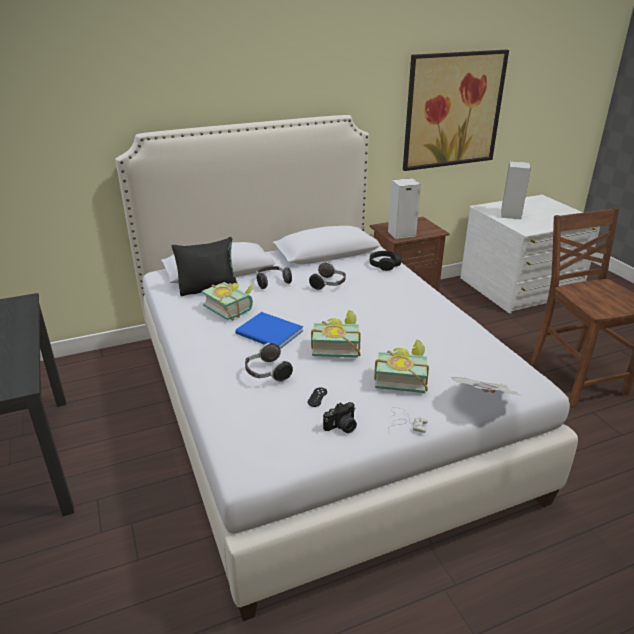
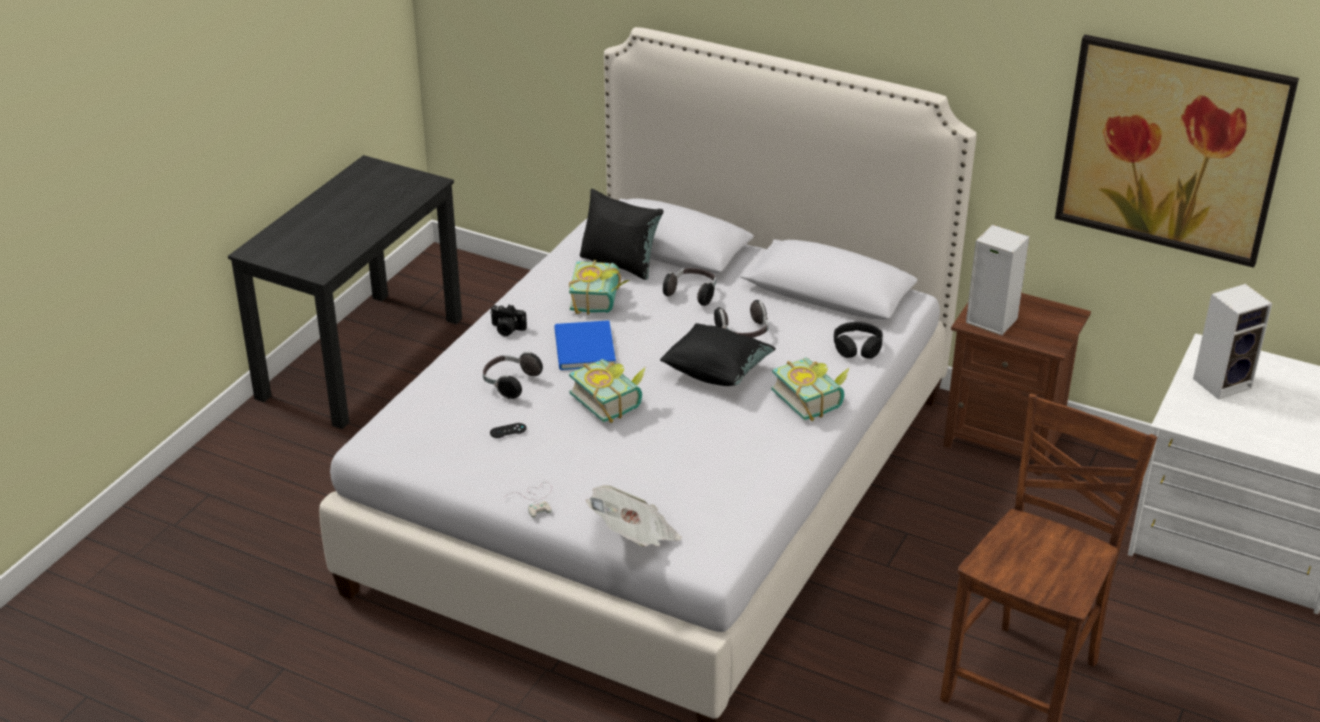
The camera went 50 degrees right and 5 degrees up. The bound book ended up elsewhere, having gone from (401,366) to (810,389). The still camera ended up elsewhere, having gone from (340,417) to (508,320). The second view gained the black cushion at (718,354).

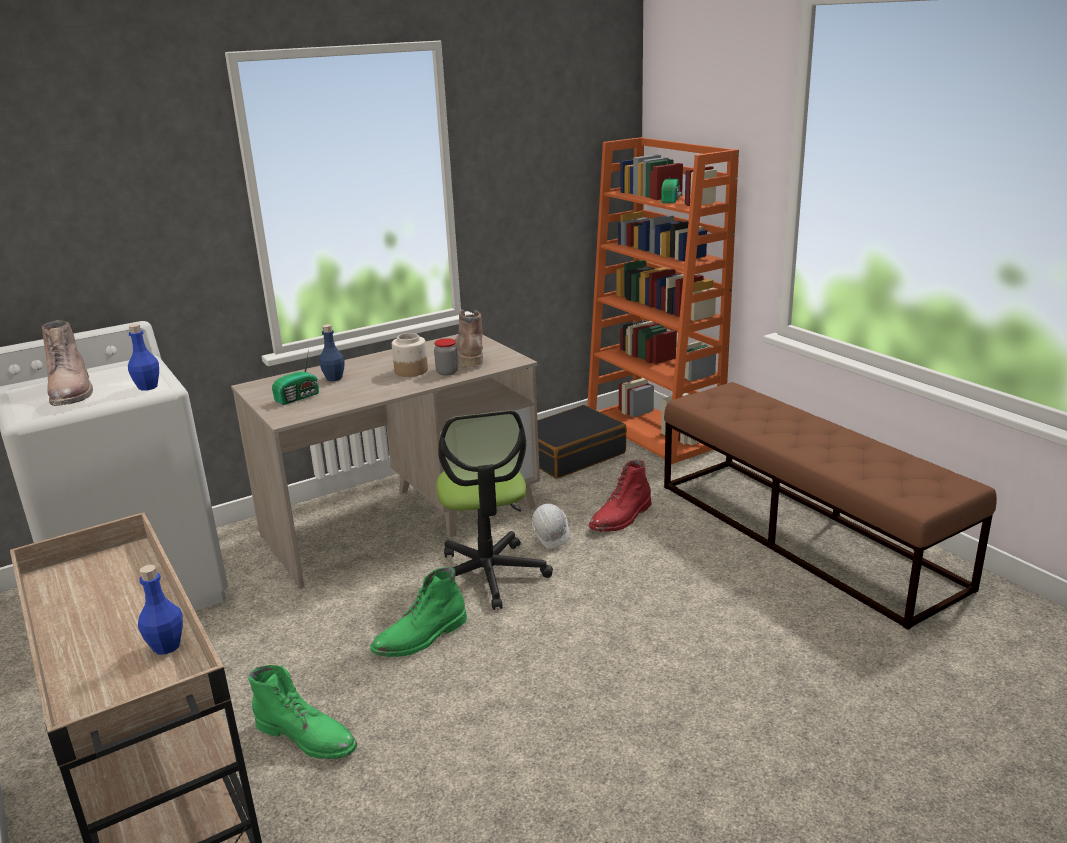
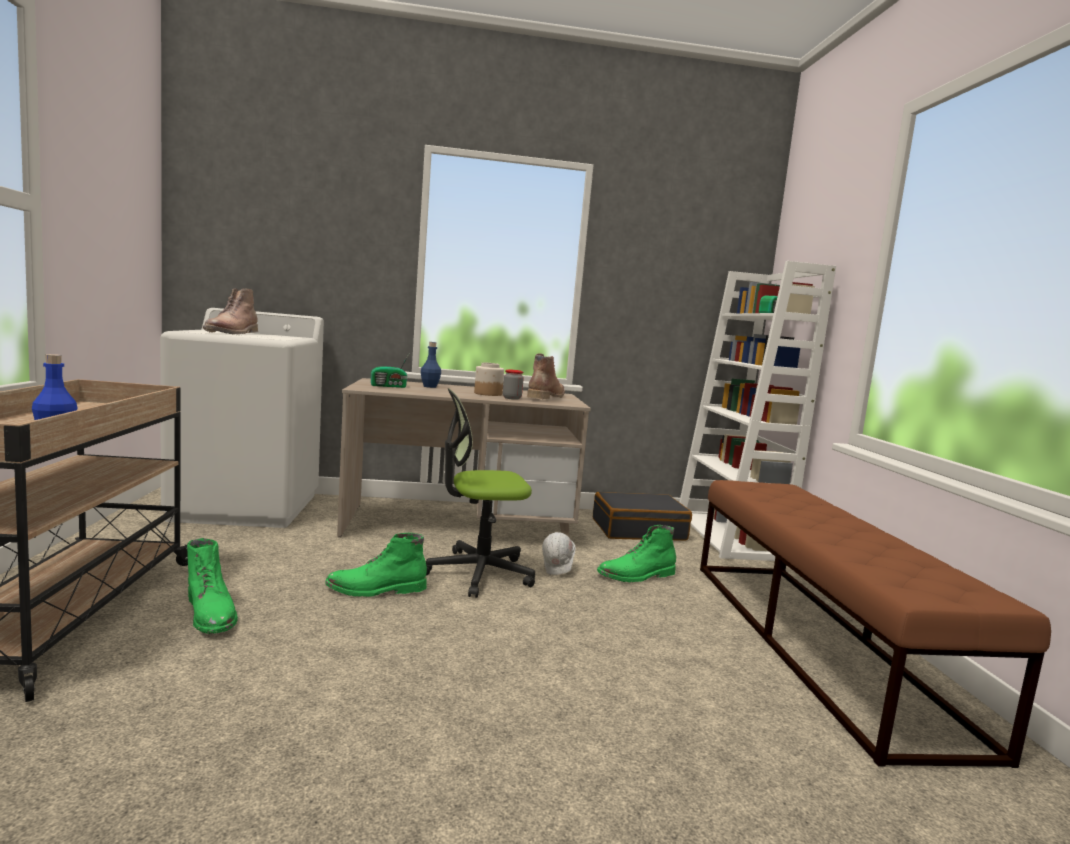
The camera went 25 degrees right and 15 degrees down. What was the orangey bookshelf at (663,300) turned into the white bookshelf at (757,411). The second view lost the blue-coloured bottle at (143,357). The computer chair at (494,510) ended up facing another way, 60 degrees clockwise from before. What was the reddish high-top boot at (620,495) turned into the greenish high-top boot at (636,553).

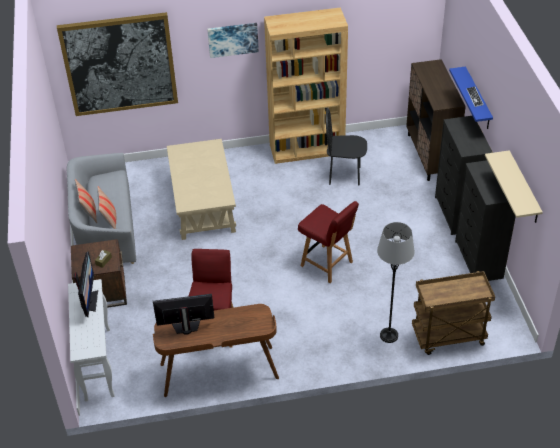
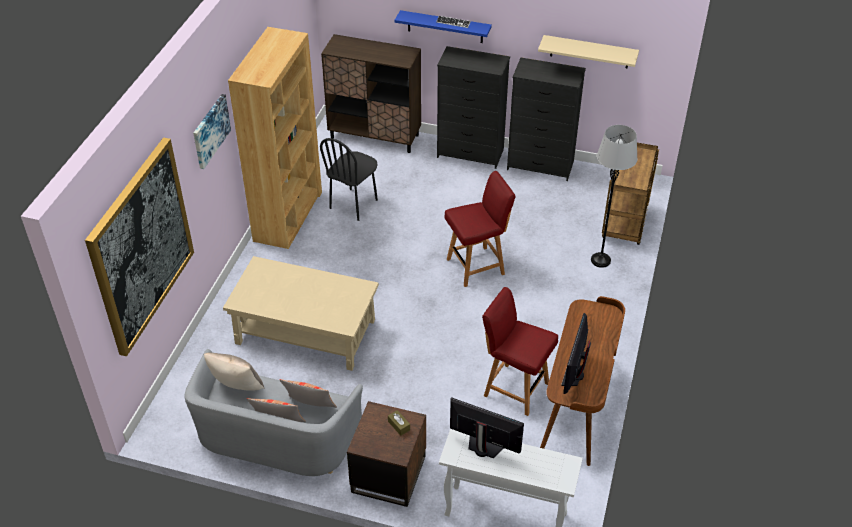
The camera went 65 degrees left and 0 degrees up. The second view gained the beige-coloured cushion at (234,372).

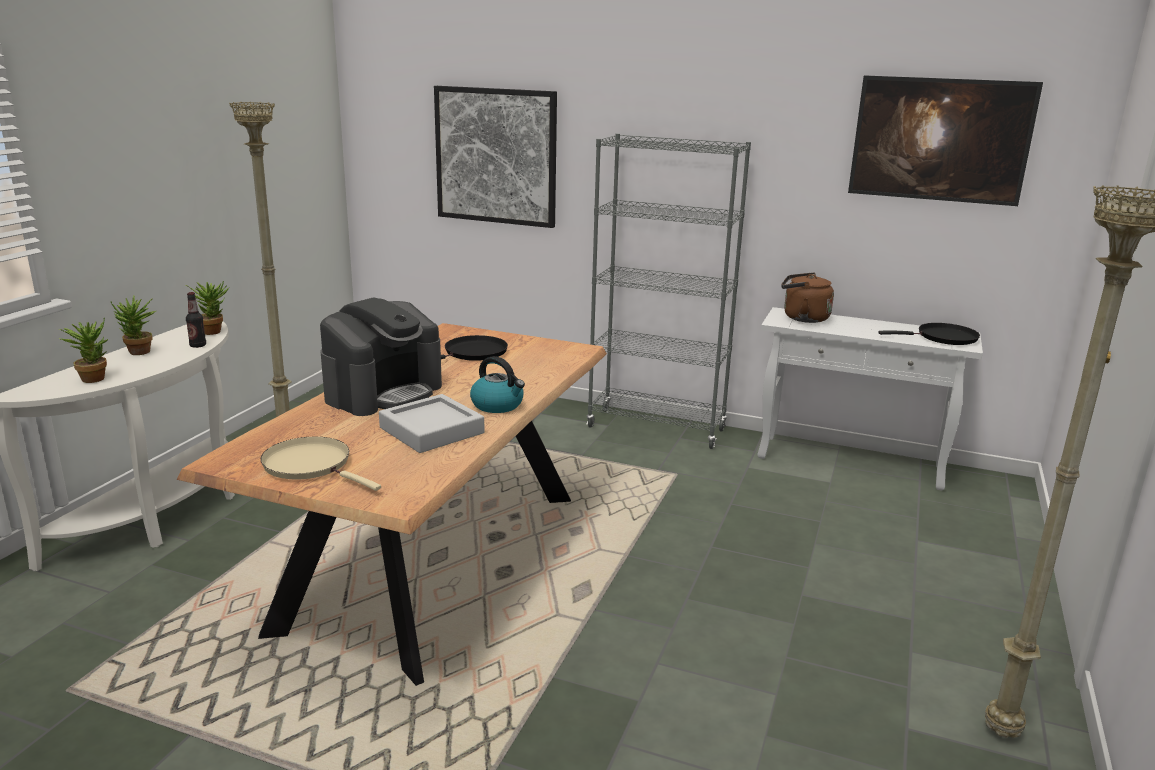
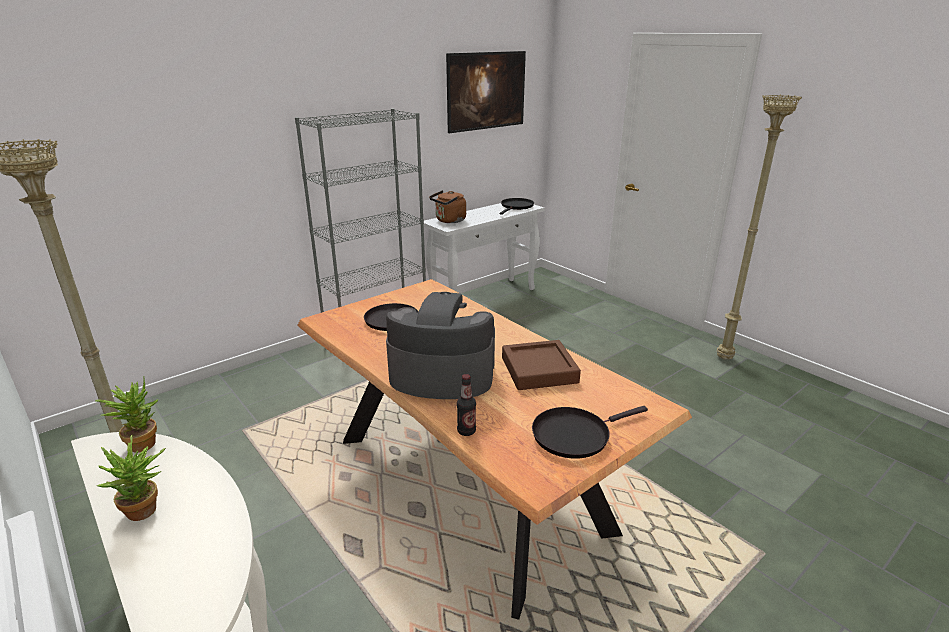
The camera went 60 degrees left and 5 degrees up. The second view lost the picture at (495,157). The bottle ended up elsewhere, having gone from (196,320) to (466,405). The coffee machine at (381,357) ended up facing another way, 60 degrees counterclockwise from before. The second view lost the potted plant at (83,350). The second view lost the kettle at (497,384). What was the gray tray at (431,423) turned into the brown-coloured tray at (541,365). What was the beige-coloured frying pan at (320,464) turned into the black frying pan at (590,432).

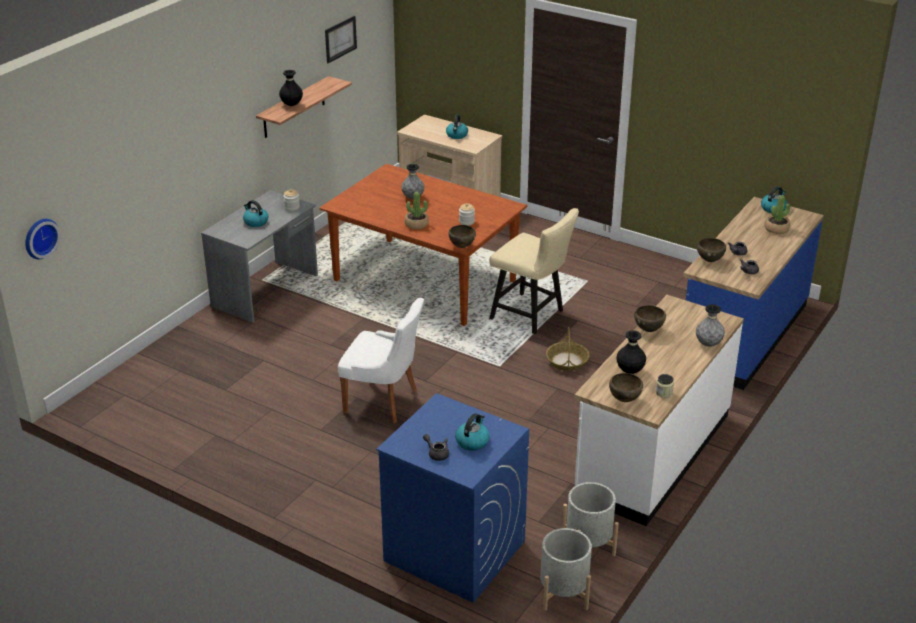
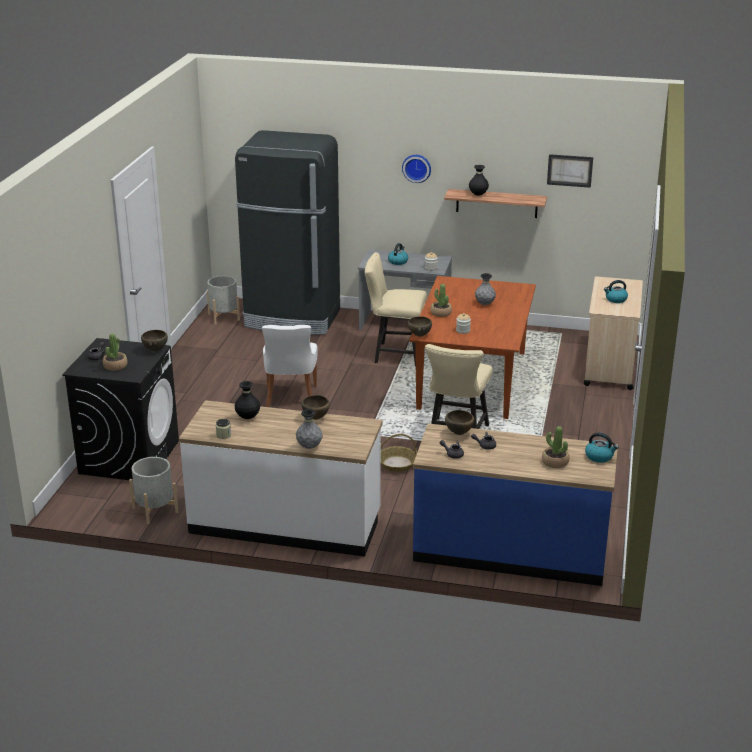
The camera went 70 degrees right and 5 degrees down. The clock on the wall ended up elsewhere, having gone from (42,239) to (416,169). The brown-coloured serving bowl ended up elsewhere, having gone from (626,387) to (154,340). What was the blue-coloured laundry appliance at (452,498) turned into the black laundry appliance at (120,409). Where the kettle stood at (472,432), the potted plant came to stand at (115,352). The gray flower pot ended up elsewhere, having gone from (566,569) to (223,300). The second view gained the black fridge at (287,232). The second view gained the beige-coloured upright chair at (396,309).

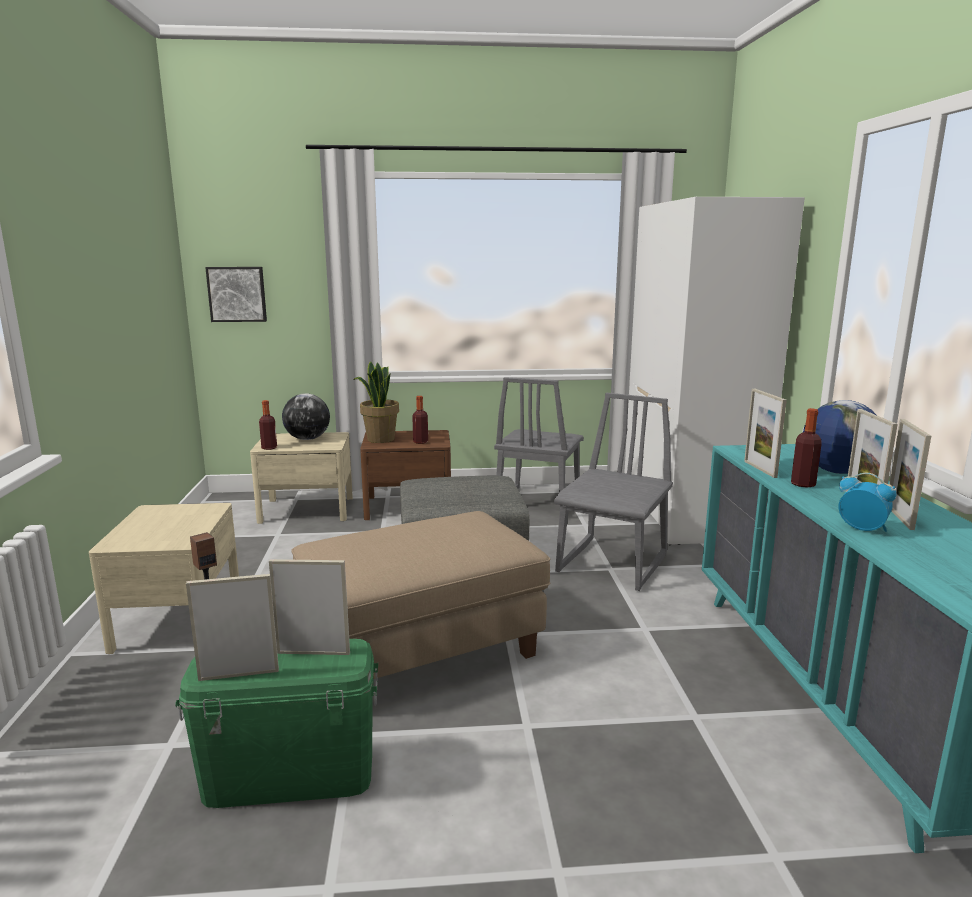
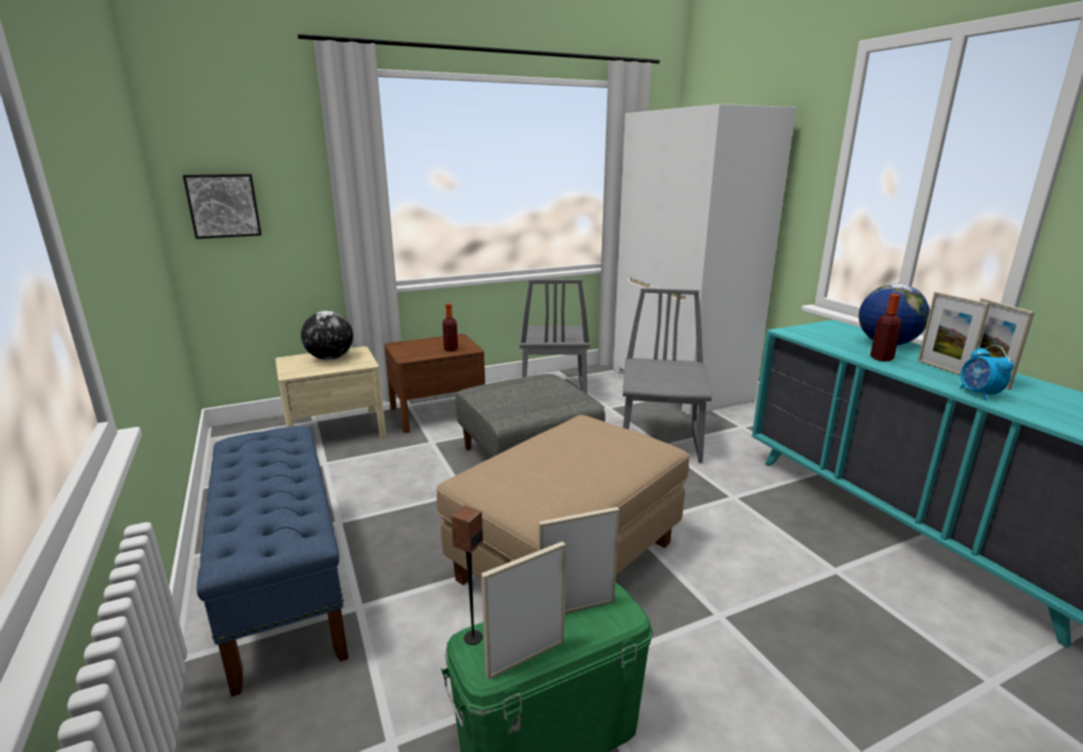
The camera went 20 degrees left and 5 degrees up. The second view lost the potted plant at (376,402). The second view lost the standing frame at (765,433). The second view lost the bottle at (268,425). The table clock at (867,502) ended up facing another way, 120 degrees counterclockwise from before. Where the beige-coloured bedside table stood at (164,578), the blue-coloured bench came to stand at (273,561).

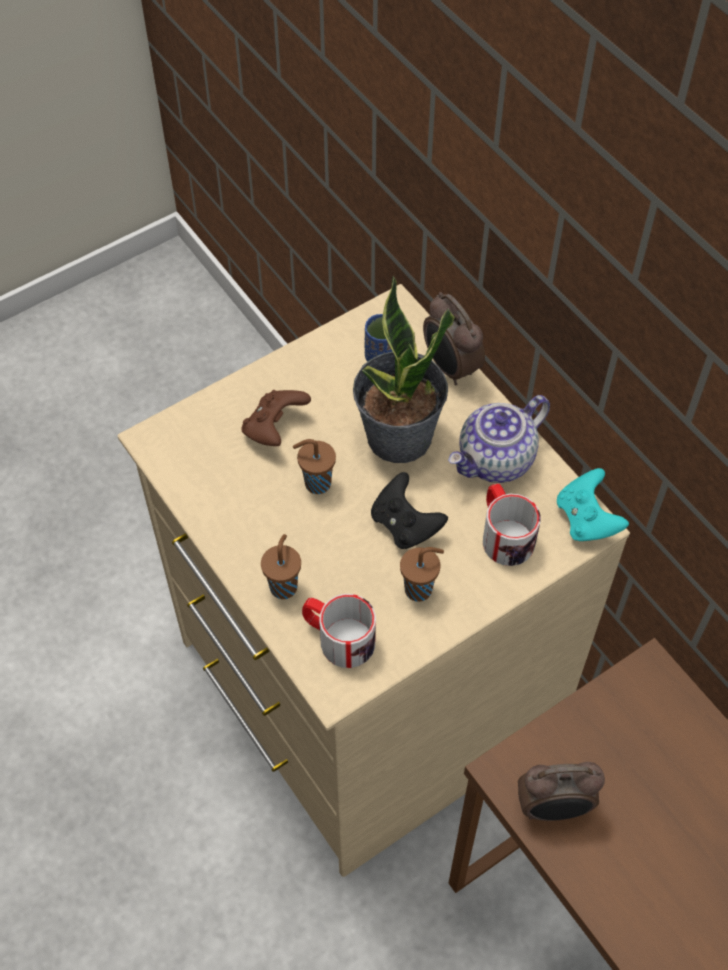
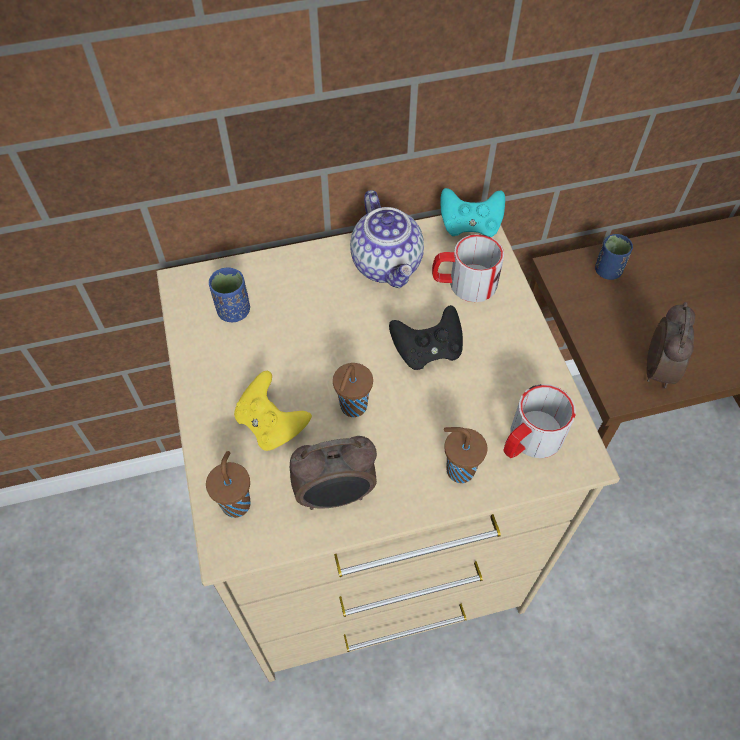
The camera went 70 degrees left and 0 degrees up. The second view lost the potted plant at (404,369). The table clock ended up elsewhere, having gone from (454,338) to (333,473). What was the brown-coloured joypad at (276,418) turned into the yellowish joypad at (273,411). The brown-coloured small cup ended up elsewhere, having gone from (422,574) to (228,484). The second view gained the blue-coloured small cup at (614,257).

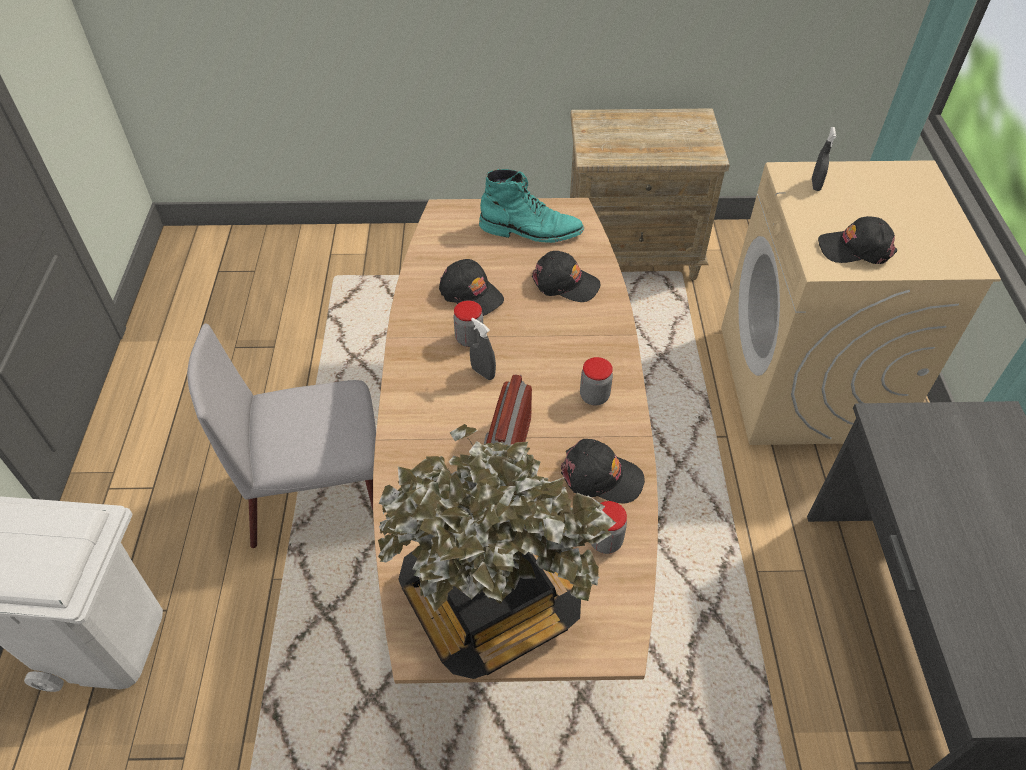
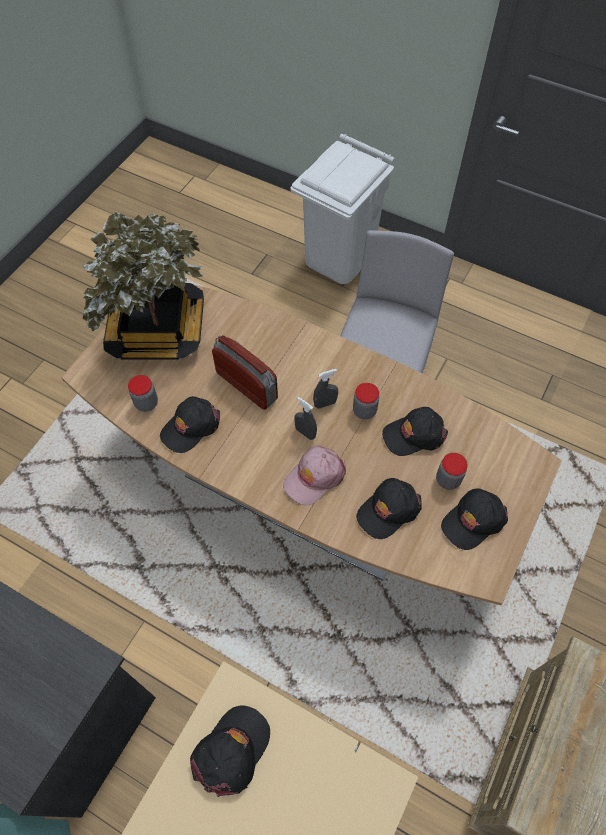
The camera went 120 degrees right and 10 degrees up. The gray hand sprayer ended up elsewhere, having gone from (824,159) to (305,418). Where the turquoise high-top boot stood at (531,206), the black baseball cap came to stand at (474,519). The storage jar ended up elsewhere, having gone from (596,381) to (452,471). The second view gained the pink baseball cap at (314,475).

